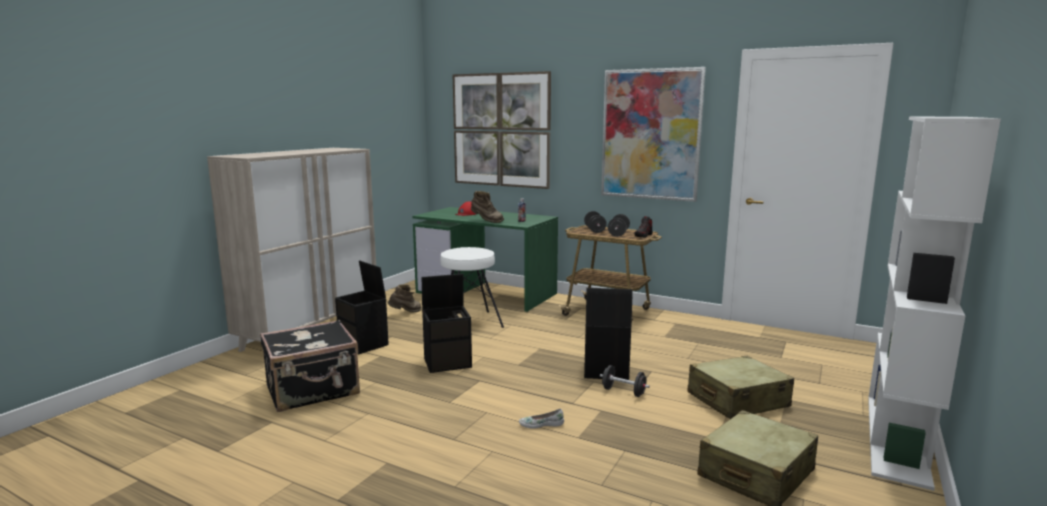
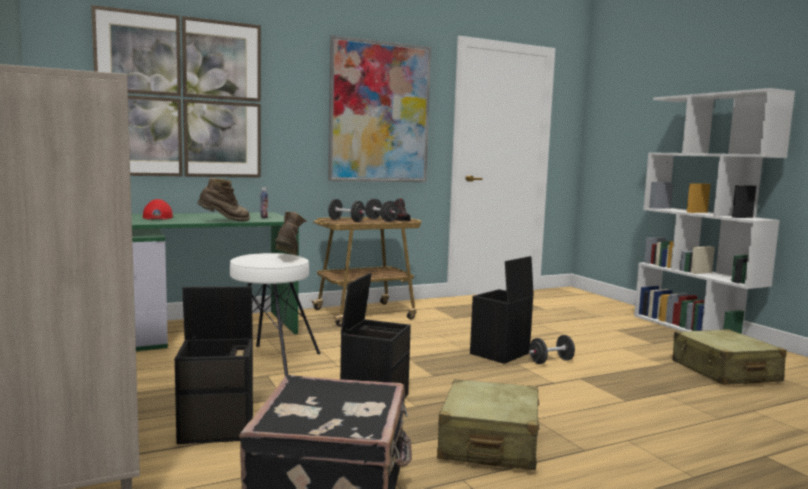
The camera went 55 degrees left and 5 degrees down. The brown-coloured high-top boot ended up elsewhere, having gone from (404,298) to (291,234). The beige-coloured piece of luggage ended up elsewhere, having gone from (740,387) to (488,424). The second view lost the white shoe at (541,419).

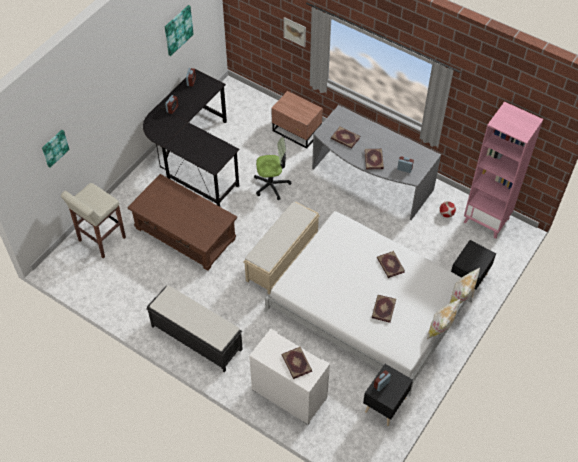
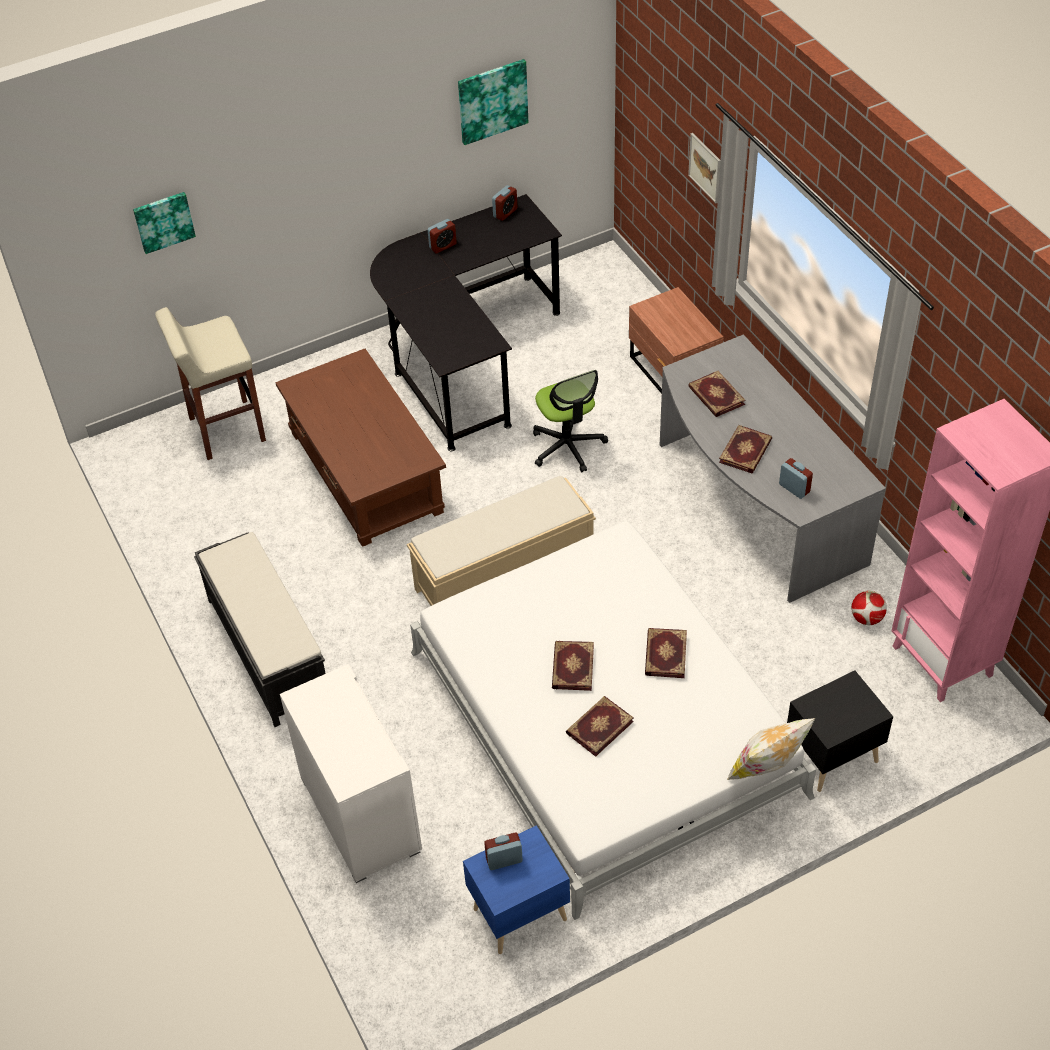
The camera went 30 degrees right and 5 degrees down. The computer chair at (272,168) ended up facing another way, 45 degrees clockwise from before. The second view lost the cushion at (443,319). The bound book ended up elsewhere, having gone from (297,363) to (573,666). What was the black bedside table at (388,395) turned into the blue-coloured bedside table at (516,889).

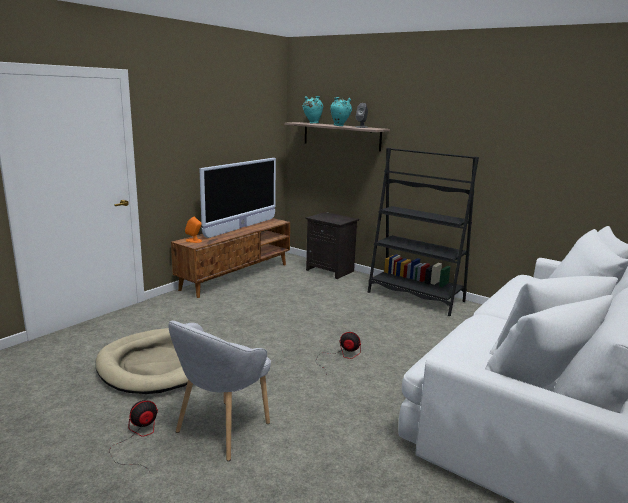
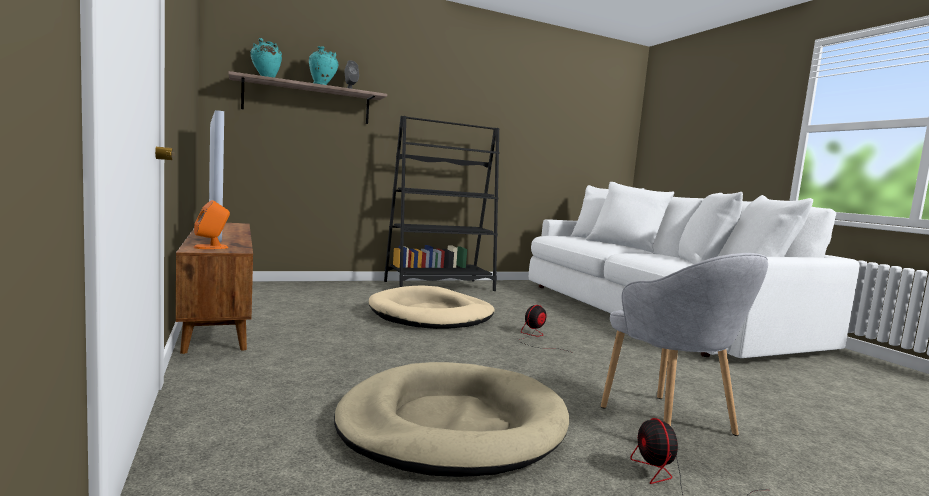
The camera went 60 degrees left and 10 degrees down. The second view lost the black bedside table at (332,245). The second view gained the beige-coloured pet bed at (432,307).

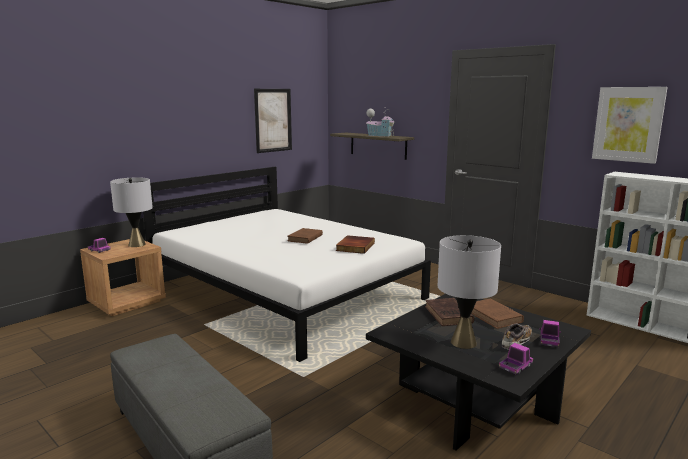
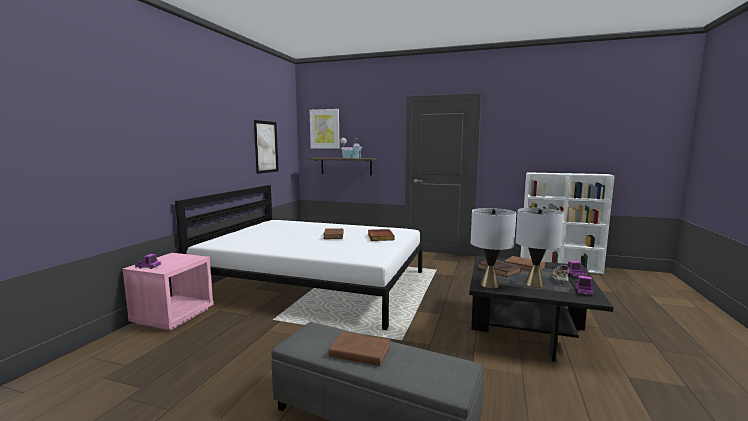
The camera went 25 degrees left and 5 degrees down. The picture ended up elsewhere, having gone from (630,125) to (325,129). The gray tabletop lamp ended up elsewhere, having gone from (131,212) to (493,248). What was the brown-coloured bedside table at (123,277) turned into the pink bedside table at (168,292). The second view gained the brown-coloured bound book at (360,349).

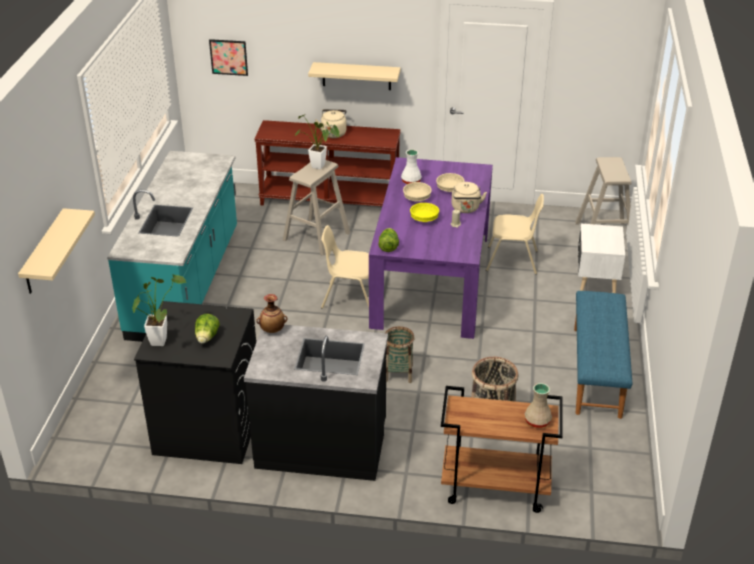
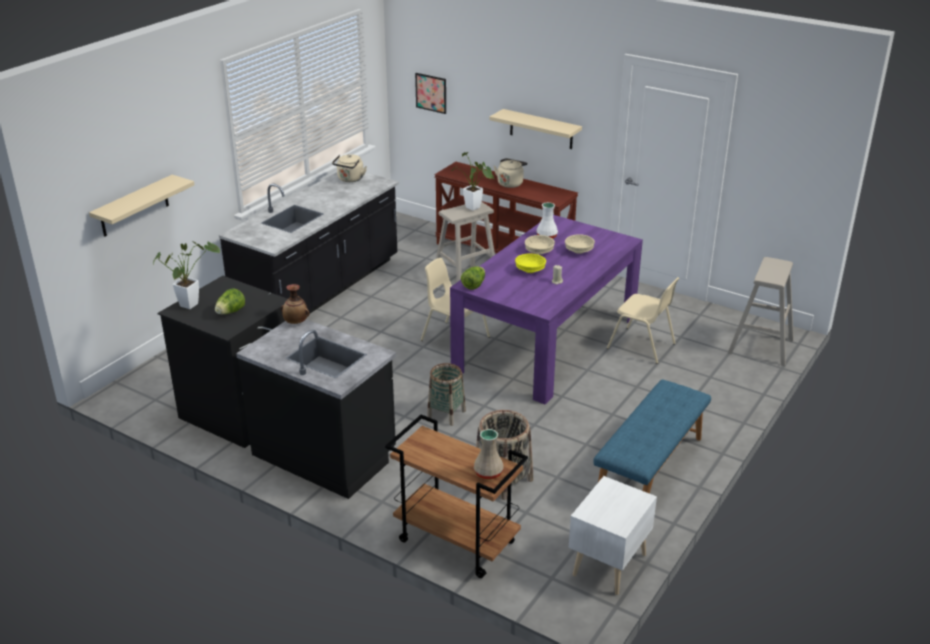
The camera went 25 degrees right and 5 degrees down. What was the turquoise kitchen counter at (172,246) turned into the black kitchen counter at (309,242). The beige-coloured kettle ended up elsewhere, having gone from (469,197) to (349,168). The white bedside table ended up elsewhere, having gone from (601,258) to (613,535).

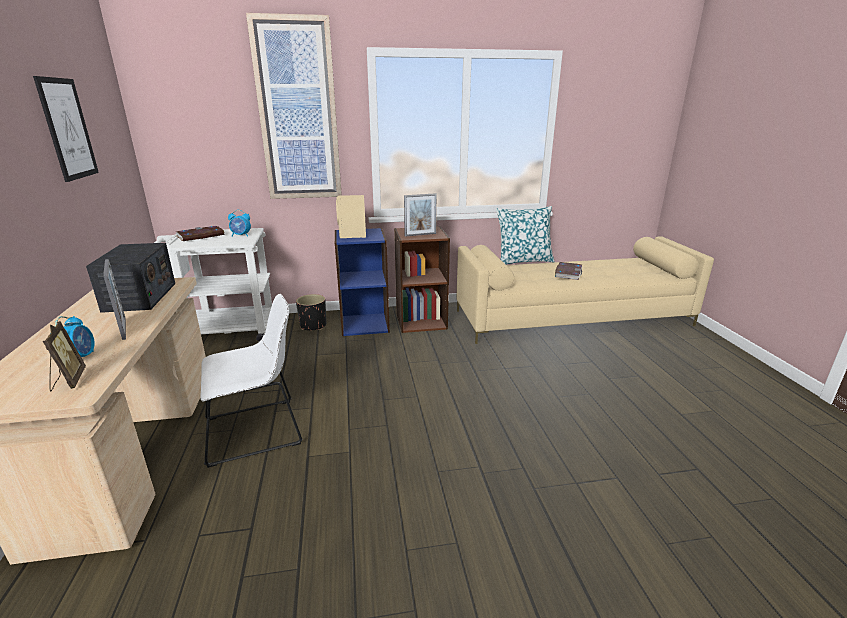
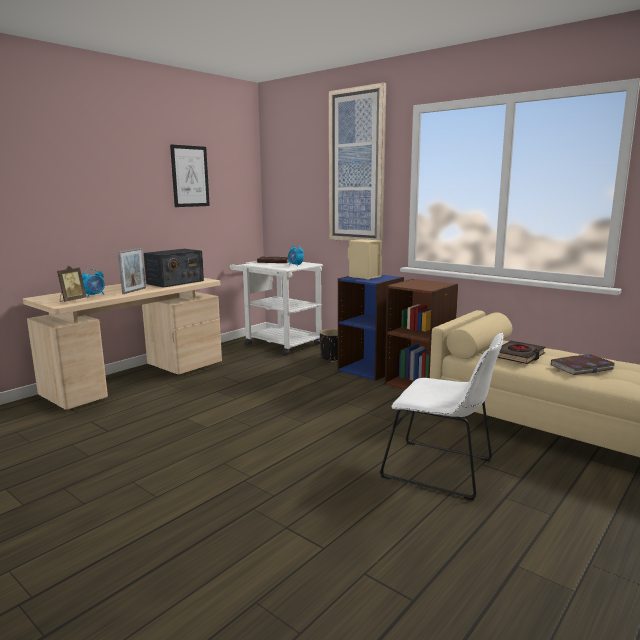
The camera went 50 degrees right and 10 degrees down. The second view lost the standing frame at (420,215). The second view lost the cushion at (525,235). The white upright chair ended up elsewhere, having gone from (251,381) to (441,417). The second view gained the black bound book at (521,352).

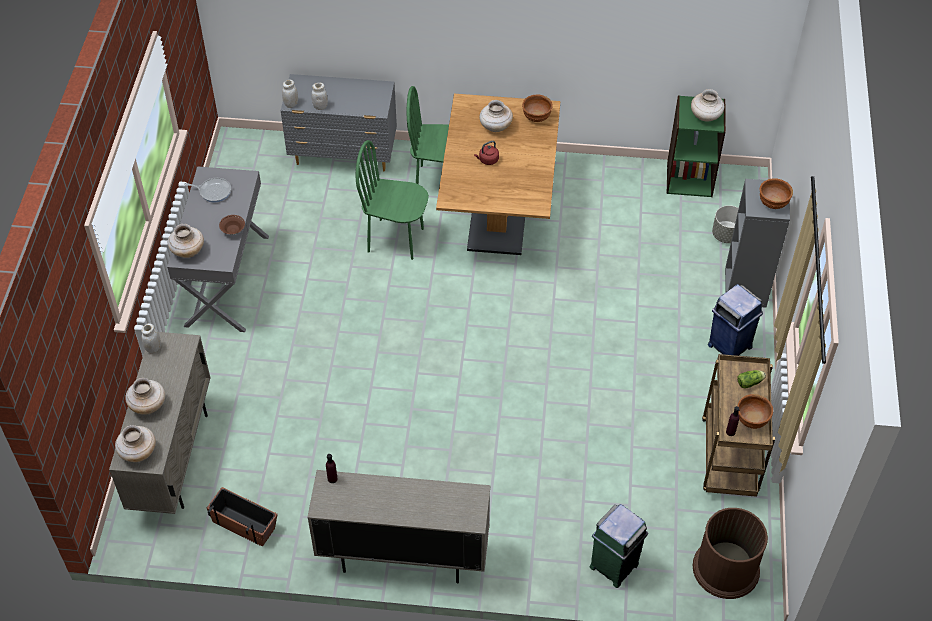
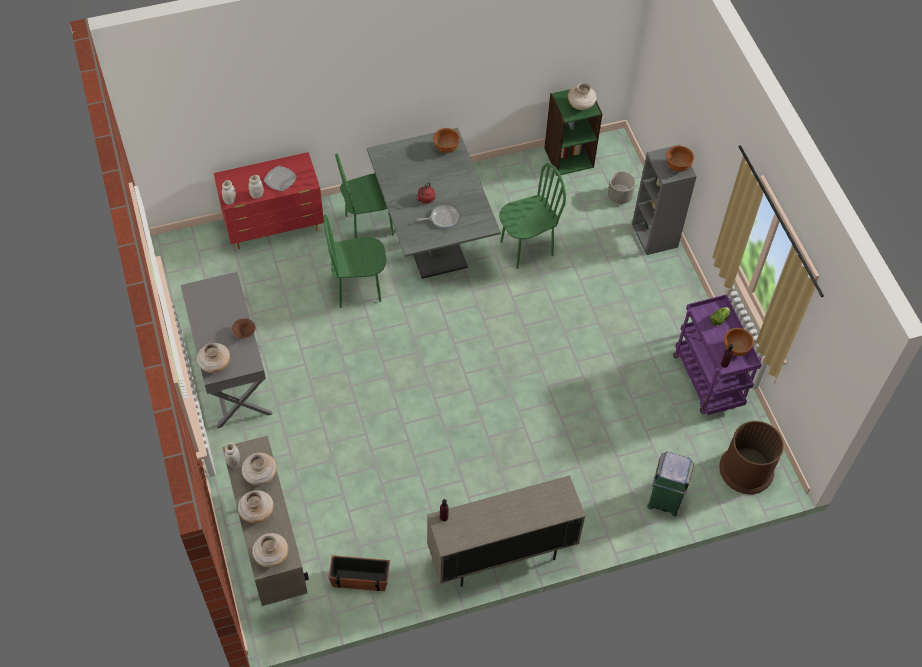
The camera went 25 degrees left and 5 degrees up. What was the gray chest of drawers at (338,122) turned into the reddish chest of drawers at (269,200). What was the brown-coloured dinner table at (498,174) turned into the gray dinner table at (434,203). The beige-coloured decorative vase ended up elsewhere, having gone from (496,116) to (259,469). The frying pan ended up elsewhere, having gone from (207,190) to (438,216). The second view lost the blue-coloured trash can at (735,320). What was the brown-coloured cart at (738,425) turned into the purple-coloured cart at (717,354). The second view gained the greenish upright chair at (532,216). The second view gained the flat dish at (280,178).

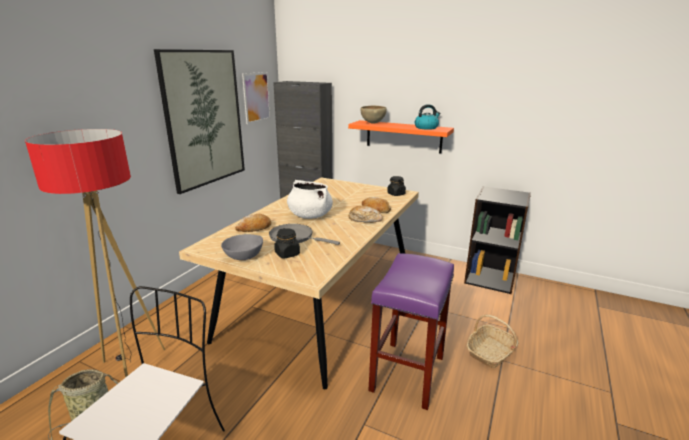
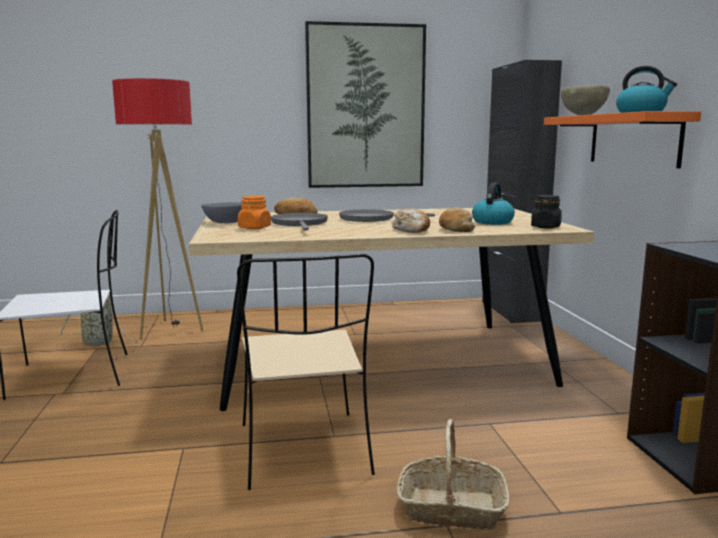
The camera went 55 degrees right and 10 degrees down. The second view lost the picture at (256,98). Where the white saucepot stood at (310,199), the gray frying pan came to stand at (387,215). What was the black storage jar at (287,243) turned into the orangey storage jar at (254,212). Where the purple-coloured stool seat stood at (411,331), the beige-coloured upright chair came to stand at (306,372). The second view gained the kettle at (493,204).

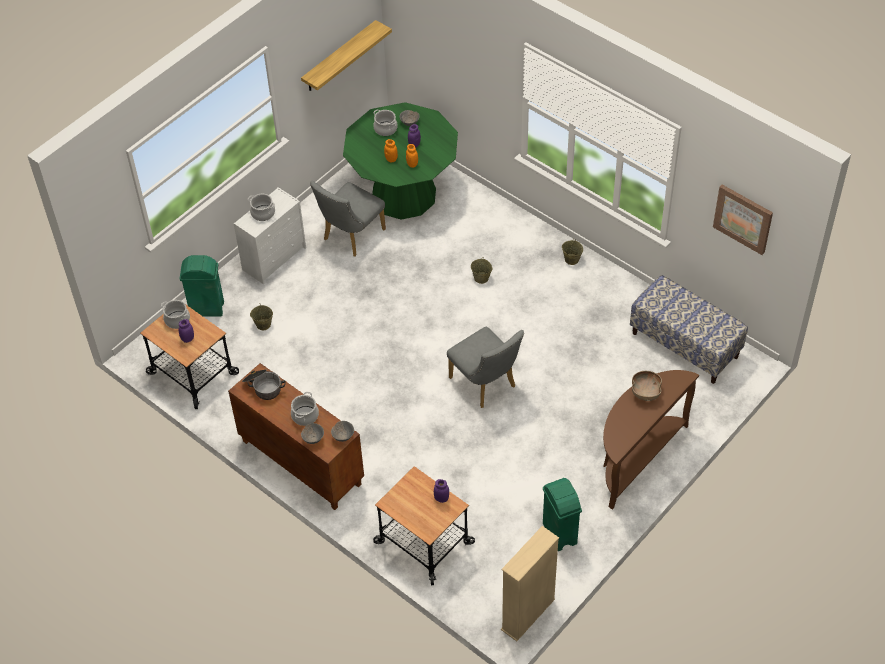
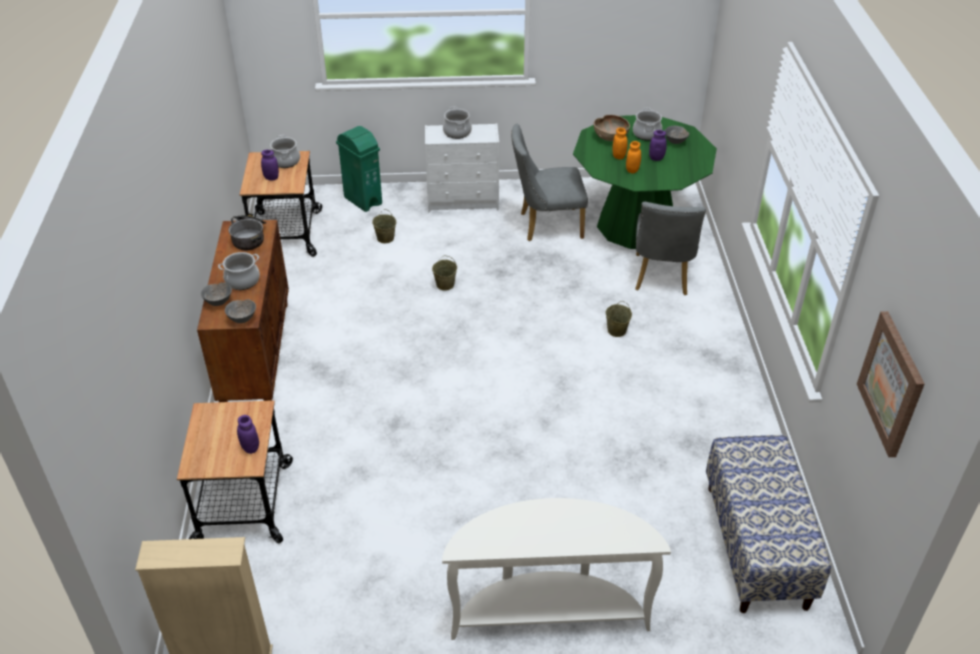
The camera went 45 degrees right and 10 degrees down. The second view lost the wall shelf at (346,55). The beige-coloured bucket ended up elsewhere, having gone from (572,251) to (444,273). The gray upright chair ended up elsewhere, having gone from (485,367) to (670,248). What was the brown-coloured narrow table at (651,440) turned into the white narrow table at (556,569). The brown-coloured serving bowl ended up elsewhere, having gone from (647,386) to (611,128). The second view lost the greenish trash can at (562,514).

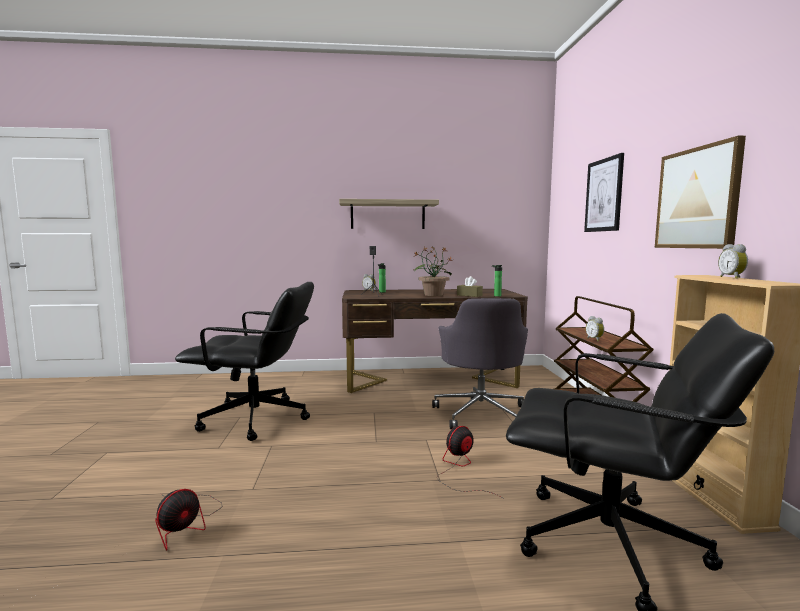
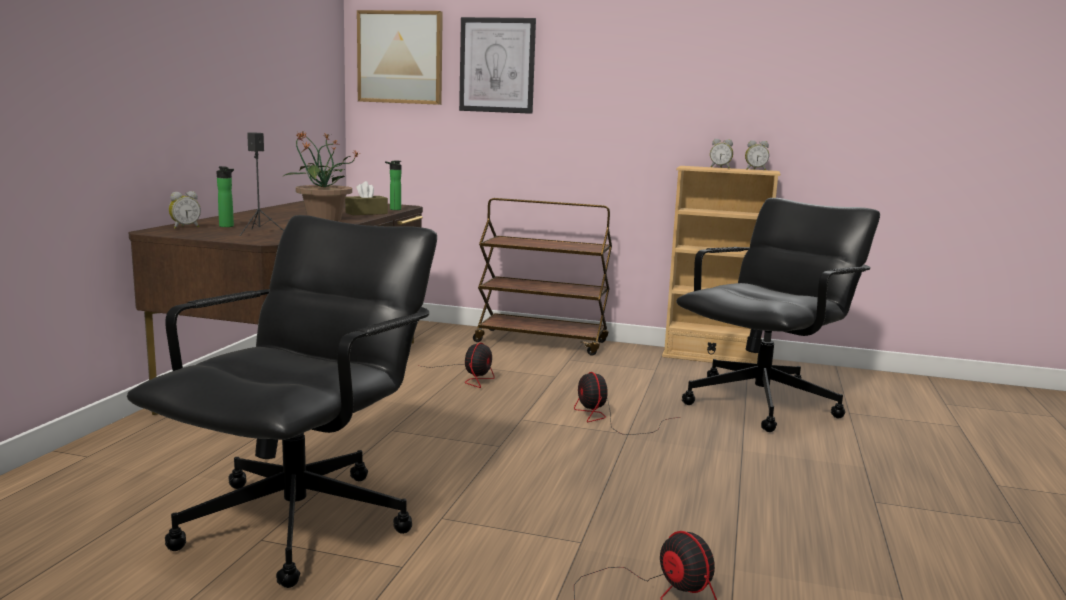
The camera went 70 degrees left and 5 degrees up. The picture ended up elsewhere, having gone from (700,192) to (400,57). The second view lost the wall shelf at (389,214). Where the gray computer chair stood at (480,363), the cooling fan came to stand at (458,365). The table clock ended up elsewhere, having gone from (595,328) to (757,155).

